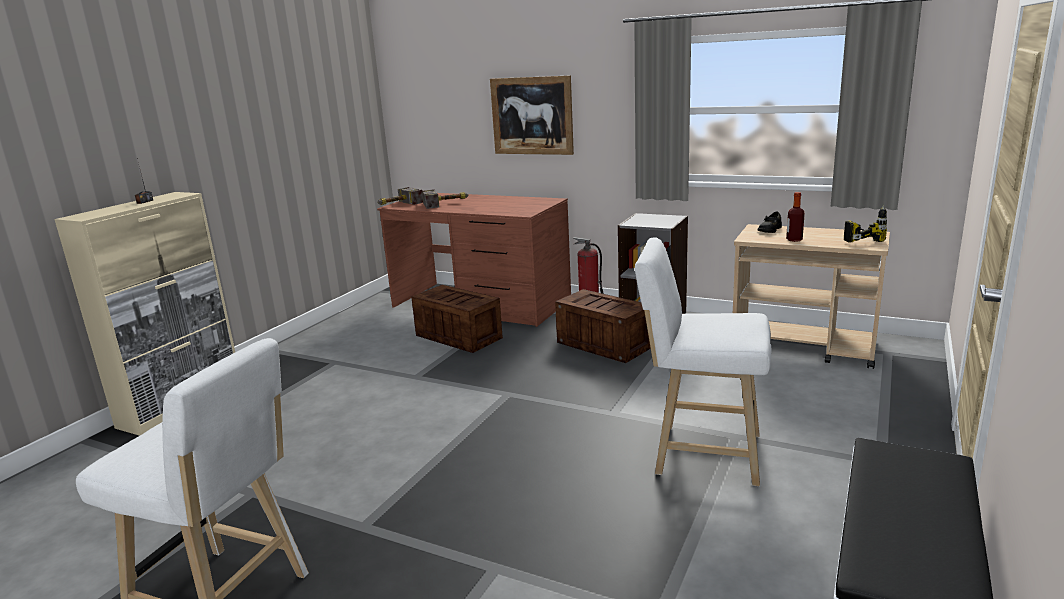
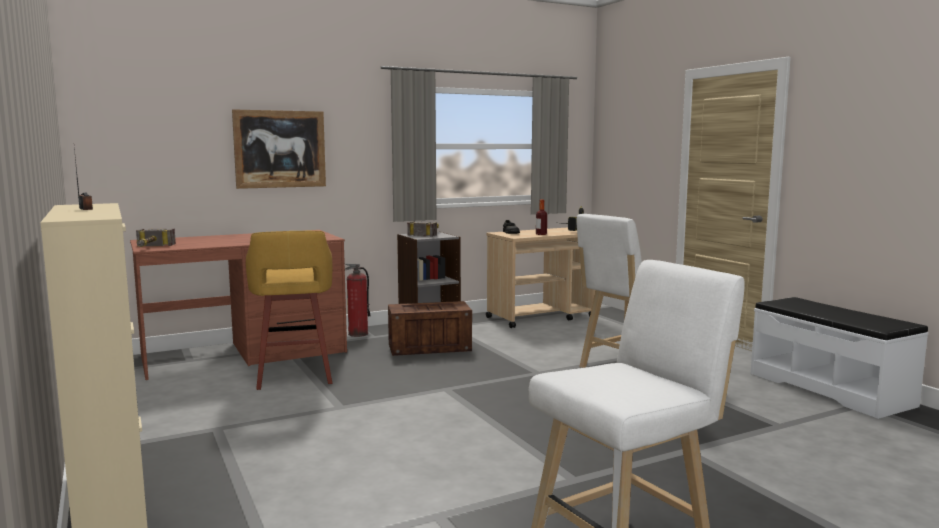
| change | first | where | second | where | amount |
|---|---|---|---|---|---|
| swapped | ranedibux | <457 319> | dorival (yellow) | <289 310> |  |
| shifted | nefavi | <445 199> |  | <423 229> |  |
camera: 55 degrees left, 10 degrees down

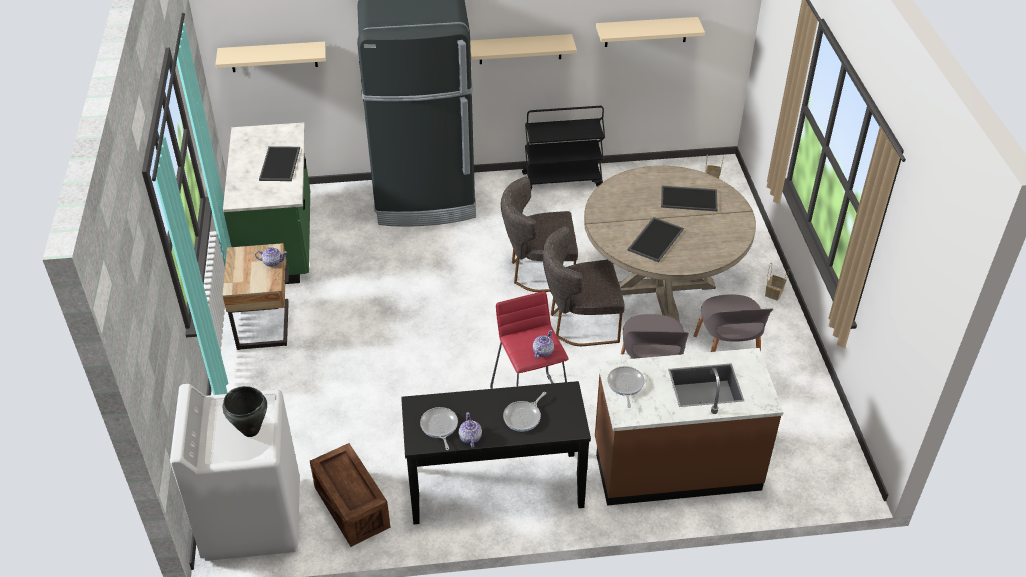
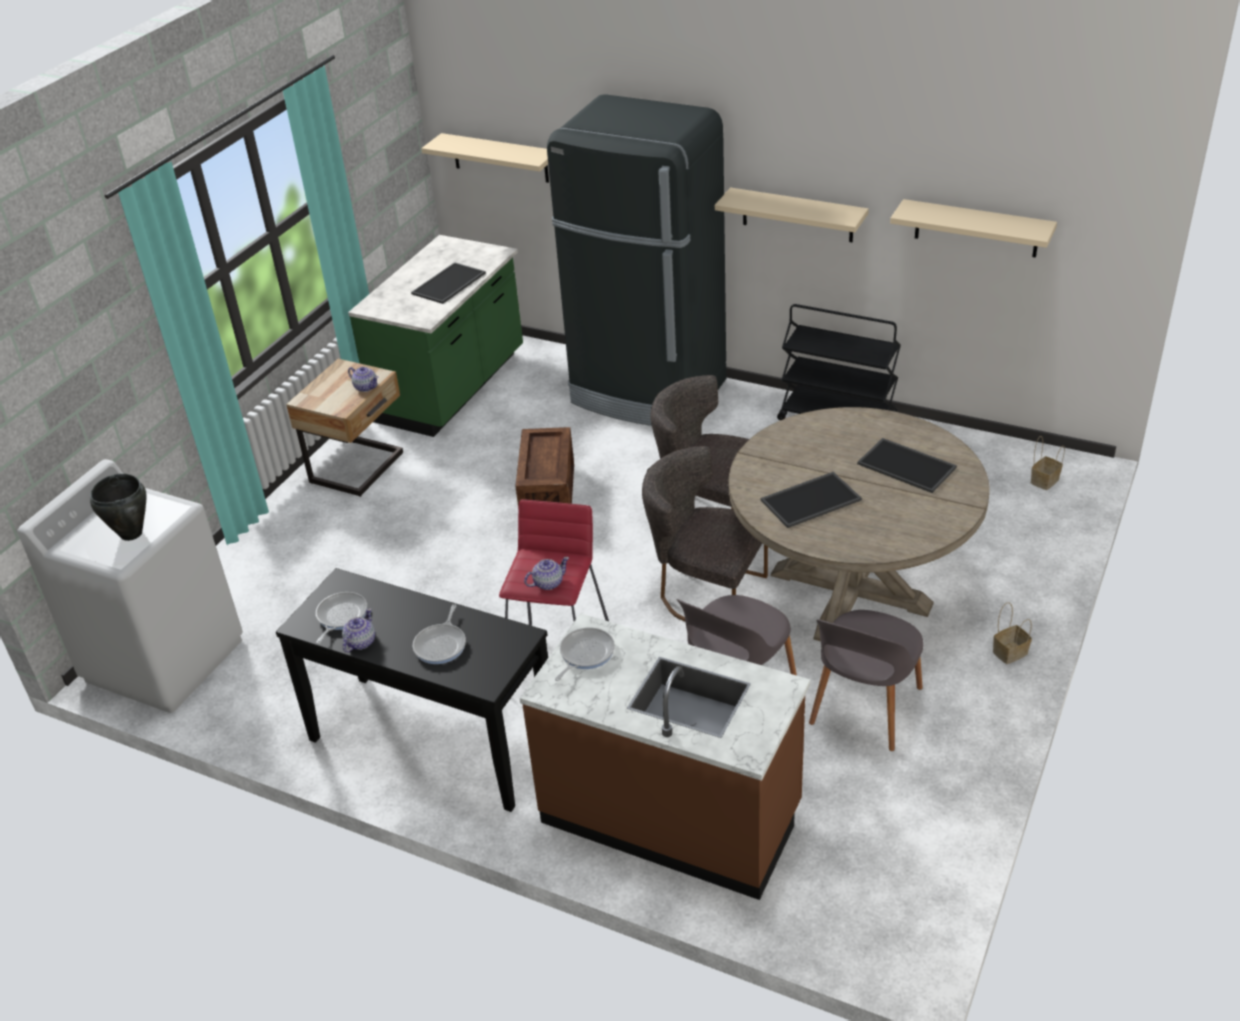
| change | first | where | second | where | amount |
|---|---|---|---|---|---|
| rotated | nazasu | <524 412> |  | <439 634> | 60 degrees counterclockwise |
| shifted | ranedibux | <350 495> |  | <544 468> |  |
camera: 35 degrees right, 5 degrees down

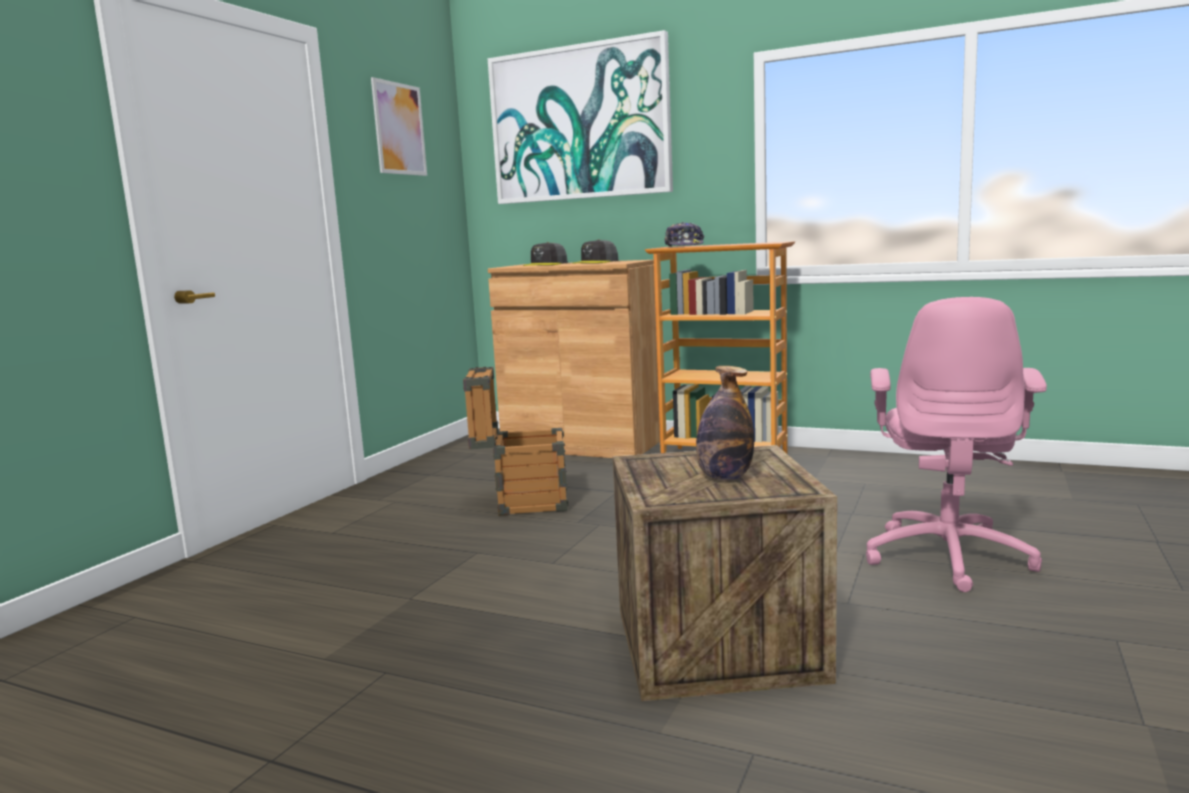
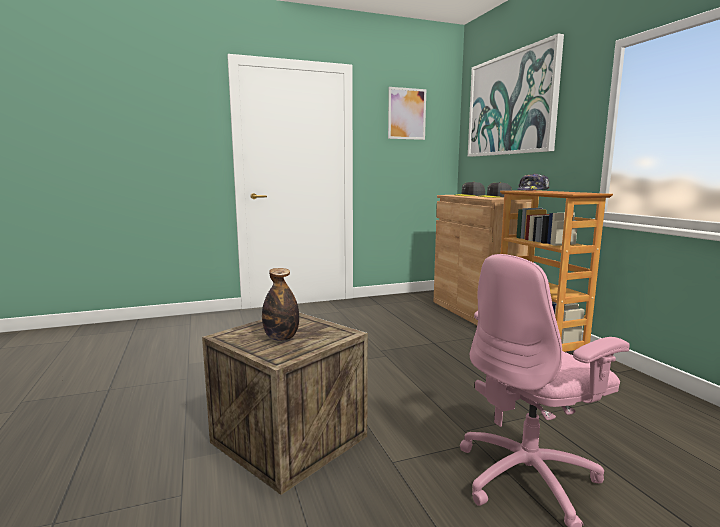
| change | first | where | second | where | amount |
|---|---|---|---|---|---|
| gone | ranedibux | <515 441> |  |  |  |
camera: 45 degrees right, 0 degrees up

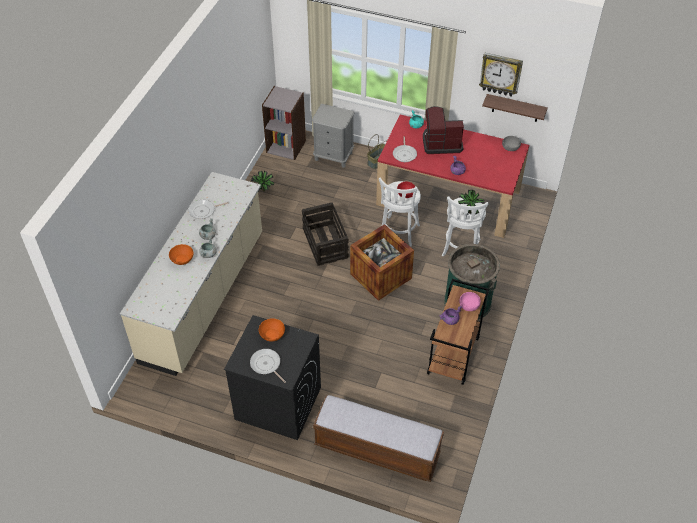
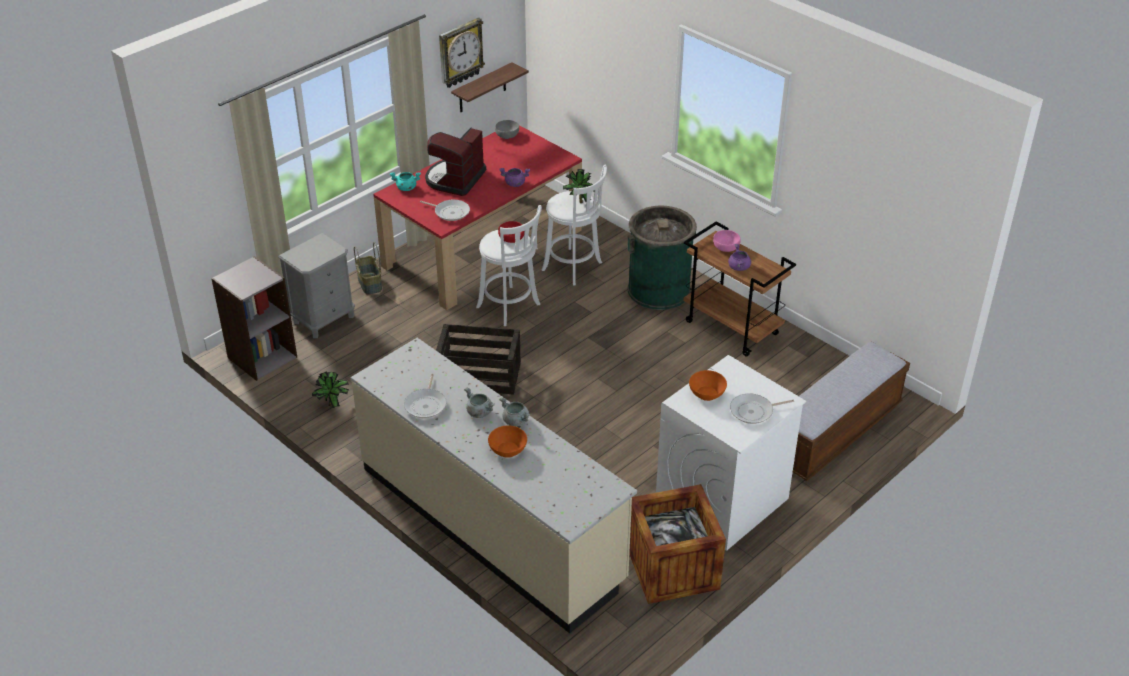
| change | first | where | second | where | amount |
|---|---|---|---|---|---|
| shifted | ranedibux | <382 262> |  | <677 544> |  |
| repainted | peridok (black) | <272 377> | peridok (white) | <731 453> |  |
camera: 65 degrees left, 10 degrees down

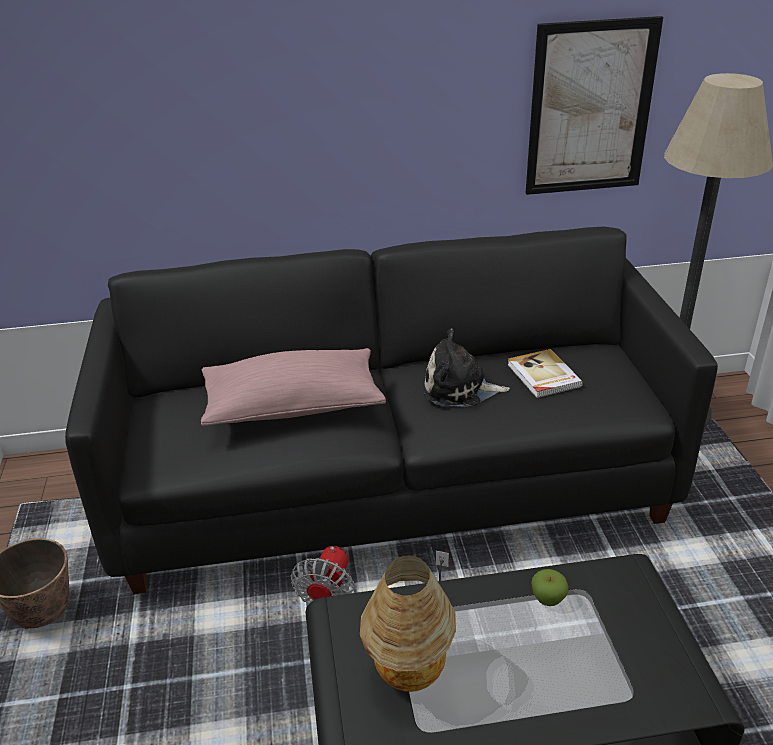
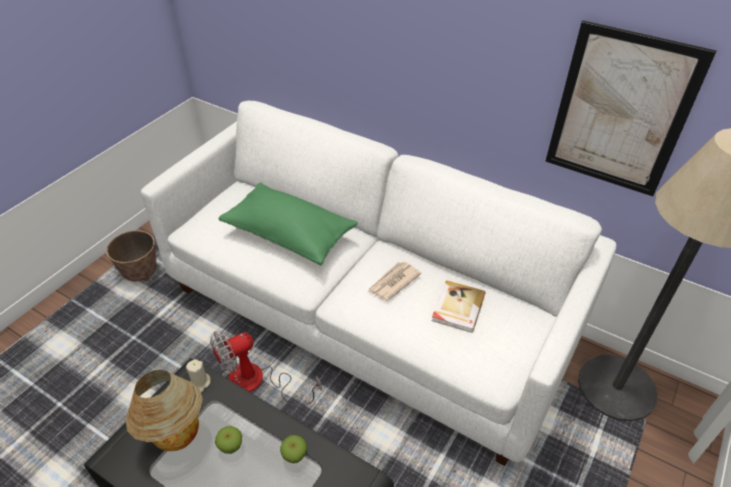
| change | first | where | second | where | amount |
|---|---|---|---|---|---|
| repainted | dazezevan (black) | <391 410> | dazezevan (white) | <379 283> |  |
| new |  |  | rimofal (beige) | <198 375> |  |
| new |  |  | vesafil | <228 440> |  |
| repainted | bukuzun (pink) | <293 387> | bukuzun (green) | <288 224> |  |
| swapped | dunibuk | <467 367> | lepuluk | <394 281> |  |
camera: 40 degrees right, 10 degrees up

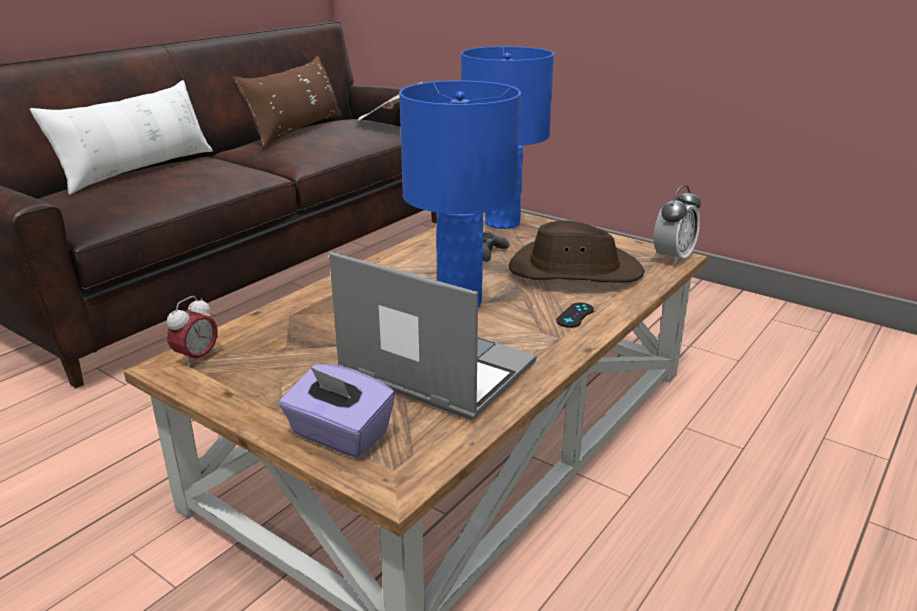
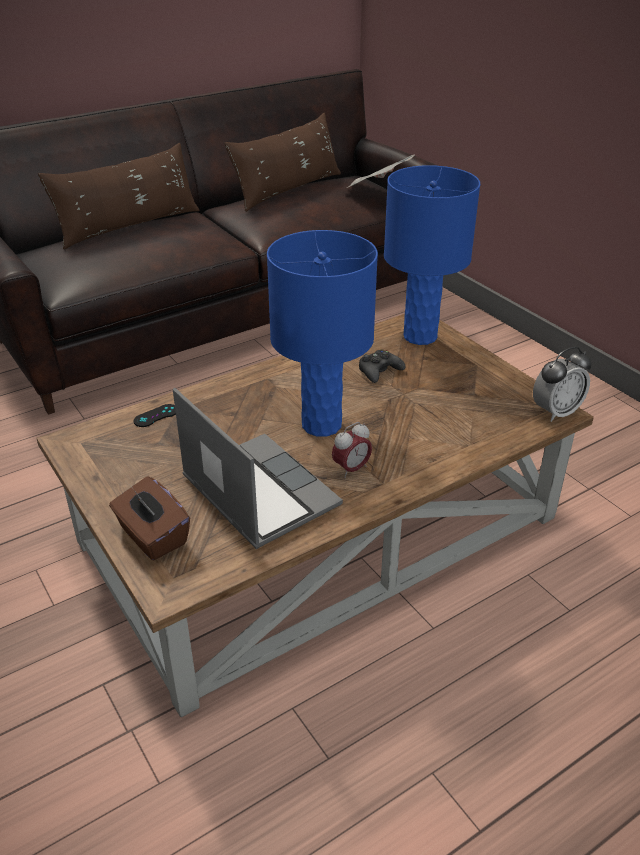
| change | first | where | second | where | amount |
|---|---|---|---|---|---|
| repainted | bukuzun (white) | <121 137> | bukuzun (brown) | <119 196> |  |
| repainted | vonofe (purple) | <337 411> | vonofe (brown) | <149 518> |  |
| shifted | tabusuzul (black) | <575 315> |  | <155 415> |  |
| shifted | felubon | <192 332> |  | <352 450> |  |
| gone | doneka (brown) | <577 251> |  |  |  |
camera: 20 degrees right, 10 degrees up

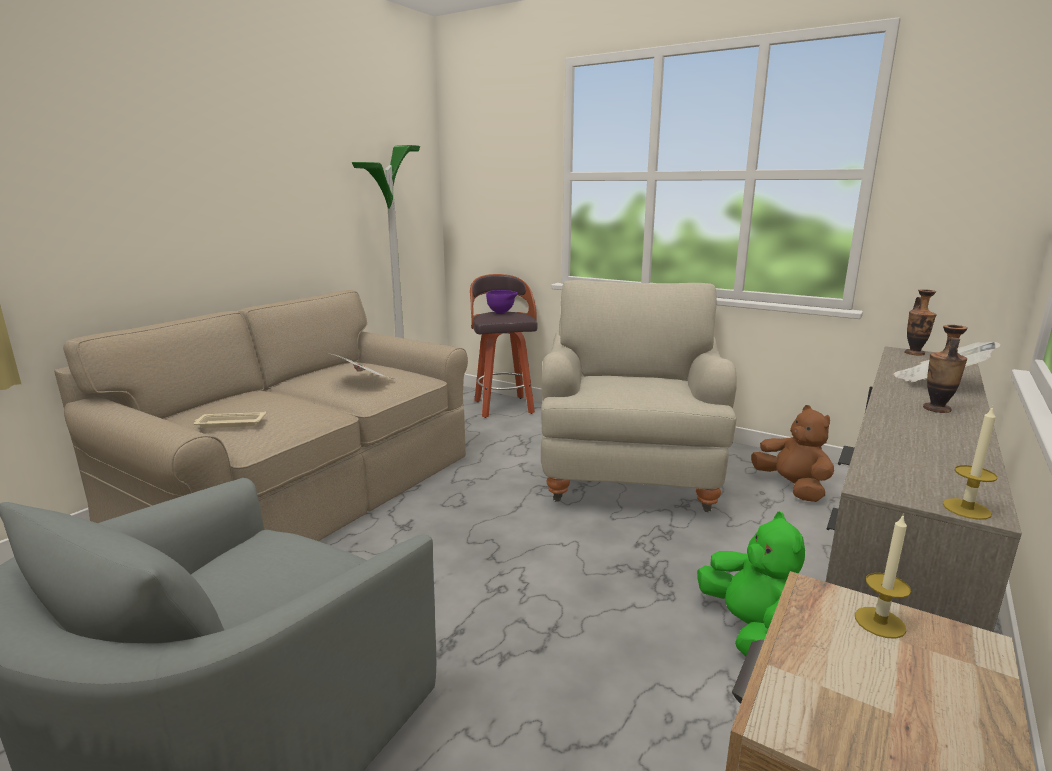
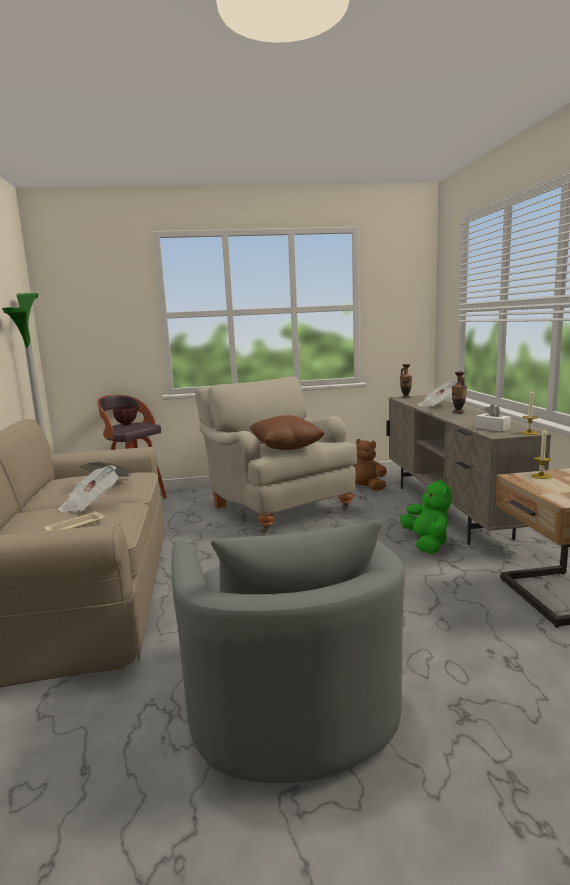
| change | first | where | second | where | amount |
|---|---|---|---|---|---|
| new |  |  | lepuluk | <88 488> |  |
| repainted | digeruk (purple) | <502 302> | digeruk (brown) | <126 415> |  |
| new |  |  | bukuzun (brown) | <287 432> |  |
| rotated | dunibuk (green) | <751 583> |  | <426 516> | 45 degrees clockwise |
| new |  |  | vonofe (white) | <493 418> |  |
camera: 40 degrees left, 5 degrees down

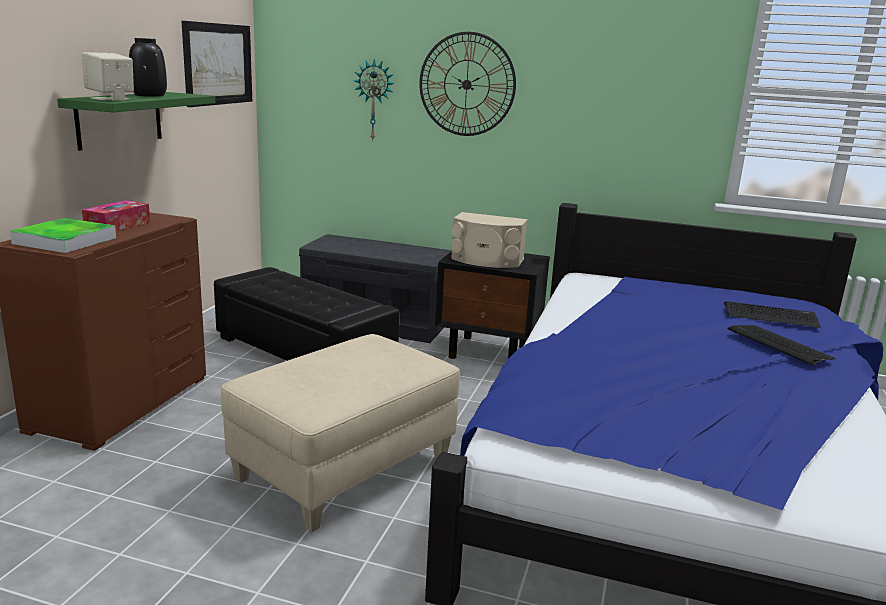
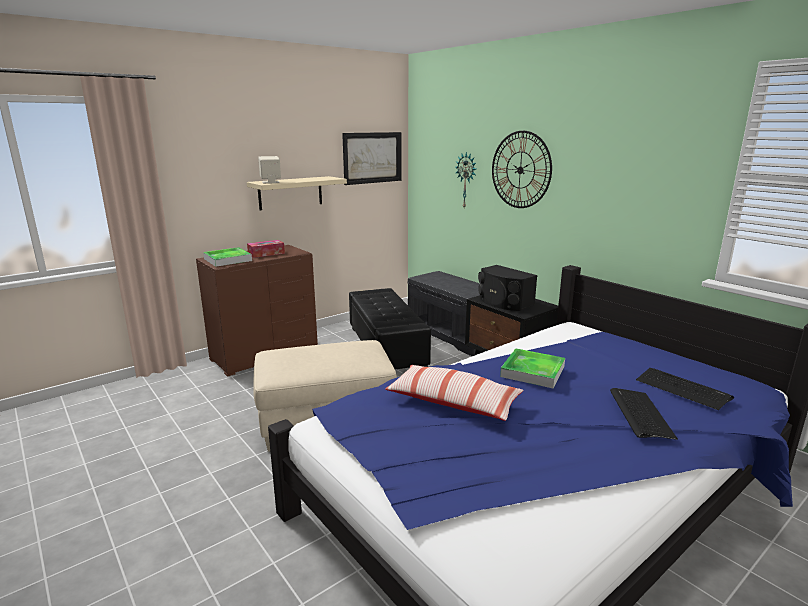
| change | first | where | second | where | amount |
|---|---|---|---|---|---|
| repainted | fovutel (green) | <136 121> | fovutel (beige) | <297 193> |  |
| new |  |  | bukuzun | <454 393> |  |
| repainted | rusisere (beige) | <489 240> | rusisere (black) | <507 288> |  |
| new |  |  | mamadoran | <532 368> |  |
| gone | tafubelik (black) | <148 67> |  |  |  |
camera: 35 degrees right, 0 degrees up

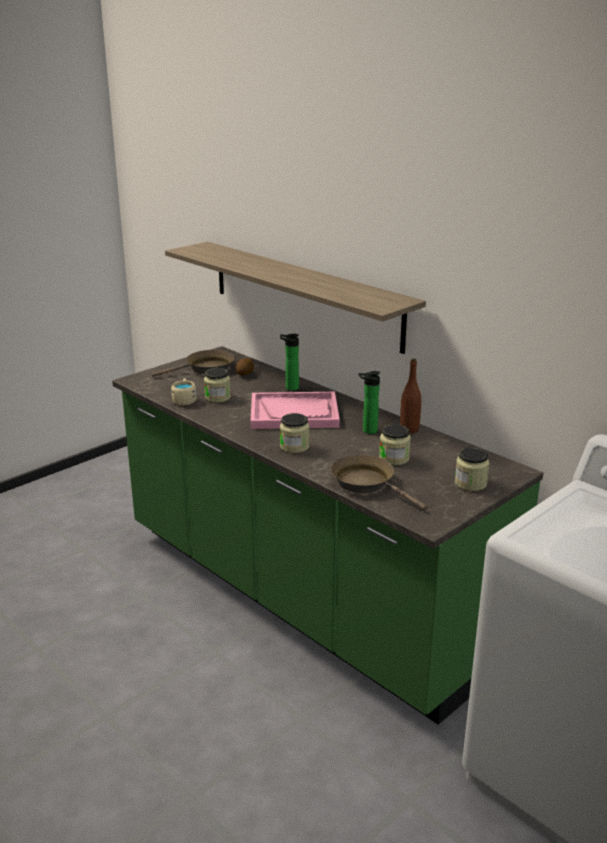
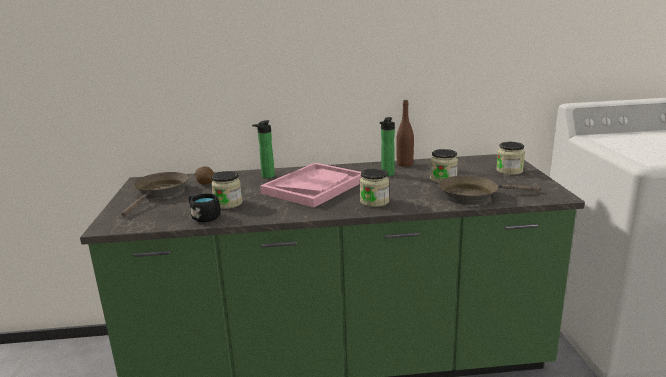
| change | first | where | second | where | amount |
|---|---|---|---|---|---|
| repainted | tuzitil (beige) | <184 392> | tuzitil (black) | <204 207> |  |
| gone | fovutel | <295 298> |  |  |  |
camera: 50 degrees left, 5 degrees down

